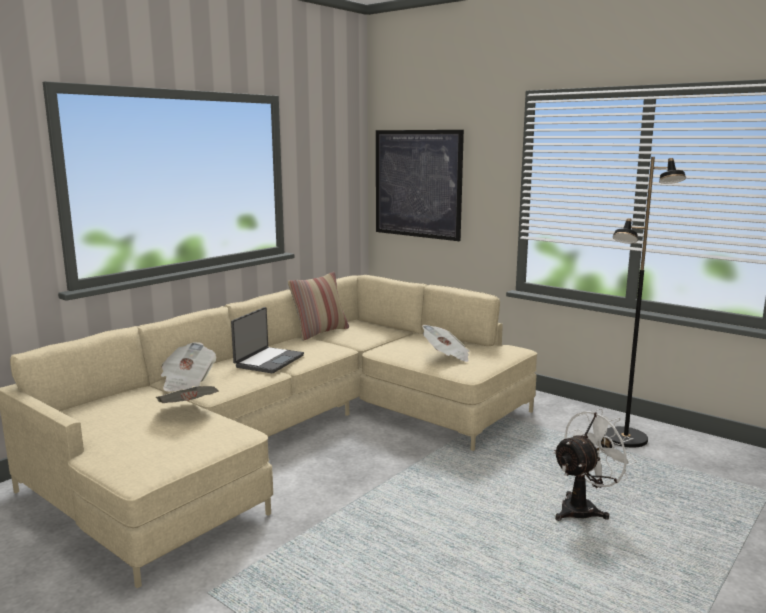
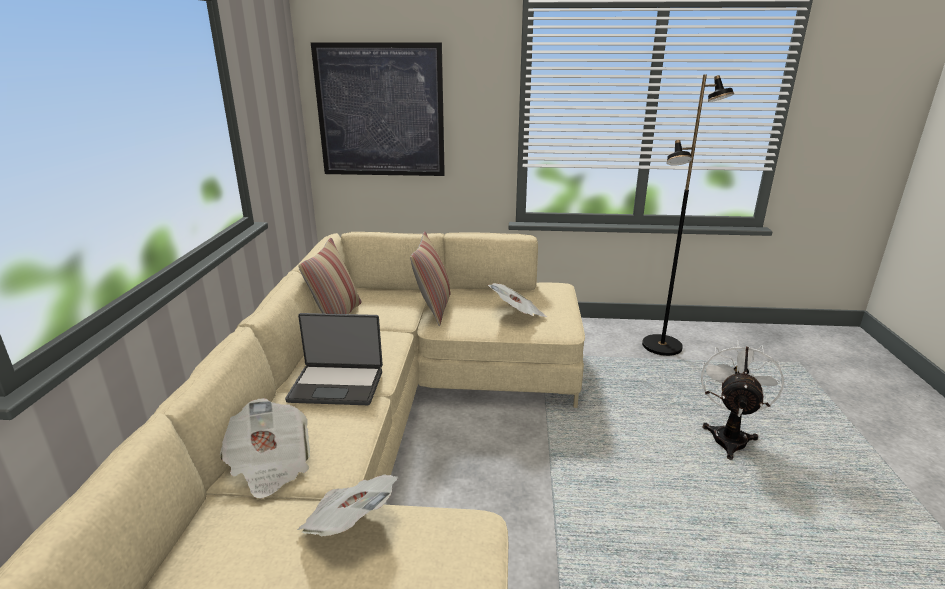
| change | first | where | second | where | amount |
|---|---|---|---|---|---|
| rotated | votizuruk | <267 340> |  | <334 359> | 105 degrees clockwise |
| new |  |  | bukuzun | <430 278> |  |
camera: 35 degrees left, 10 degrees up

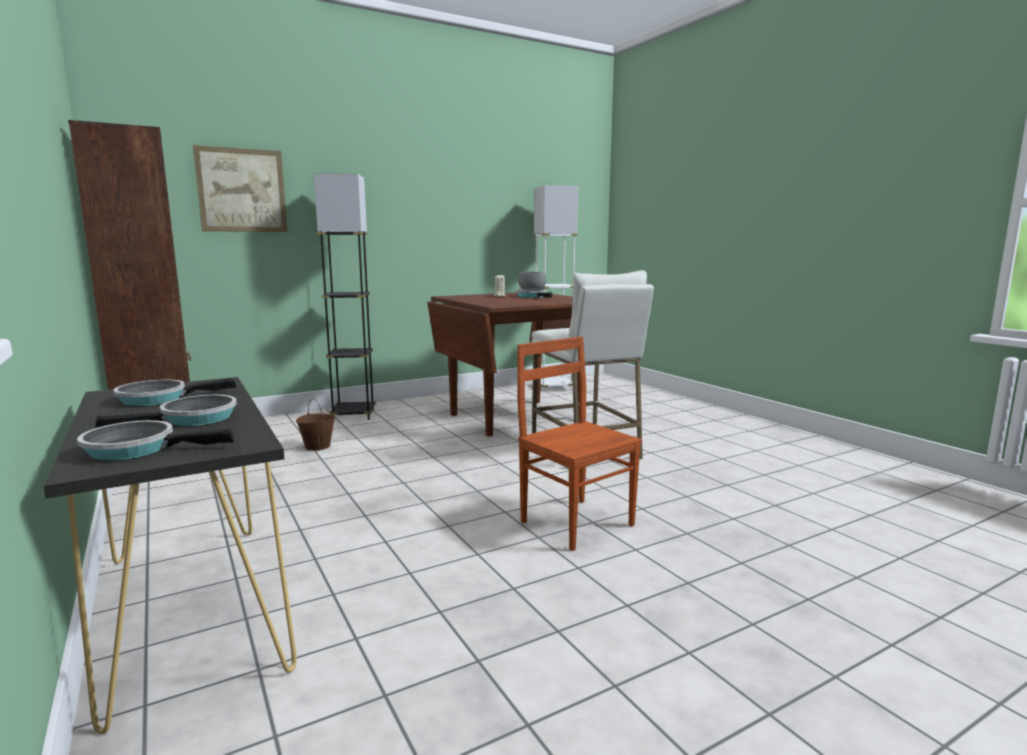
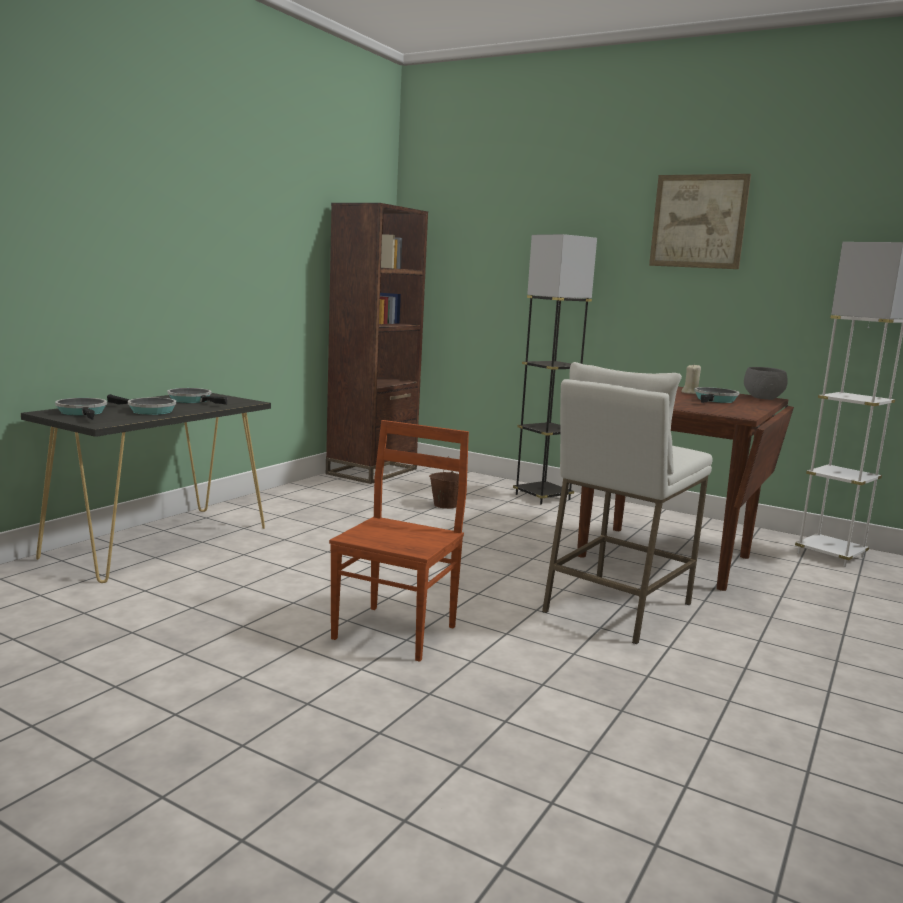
| change | first | where | second | where | amount |
|---|---|---|---|---|---|
| shifted | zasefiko | <240 188> |  | <700 221> |  |
camera: 60 degrees right, 0 degrees up

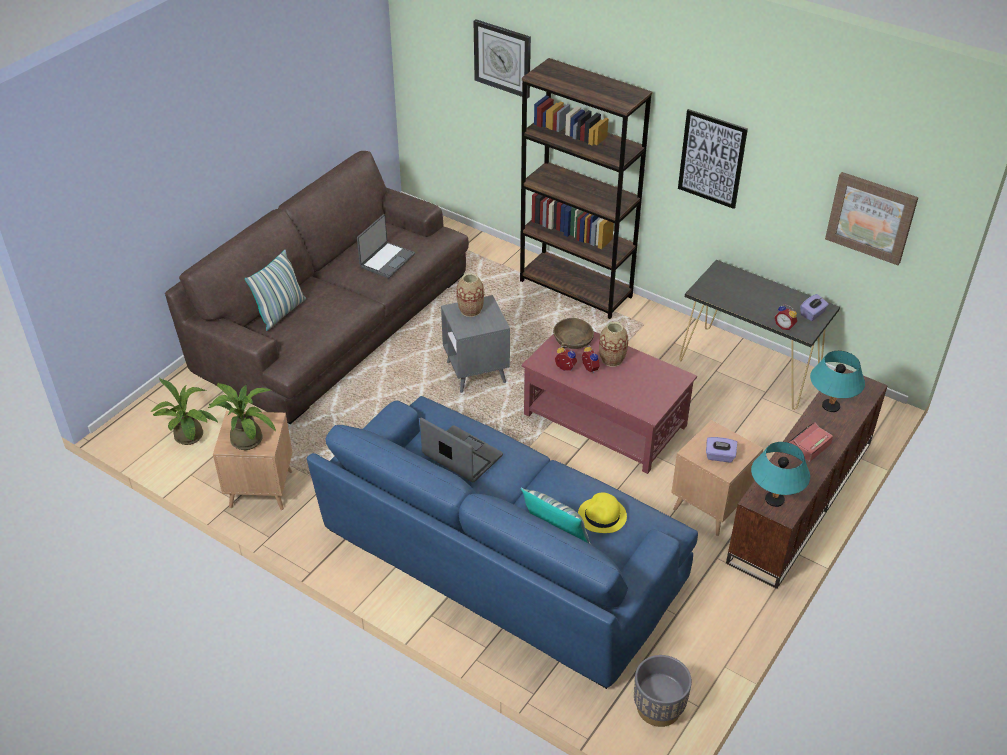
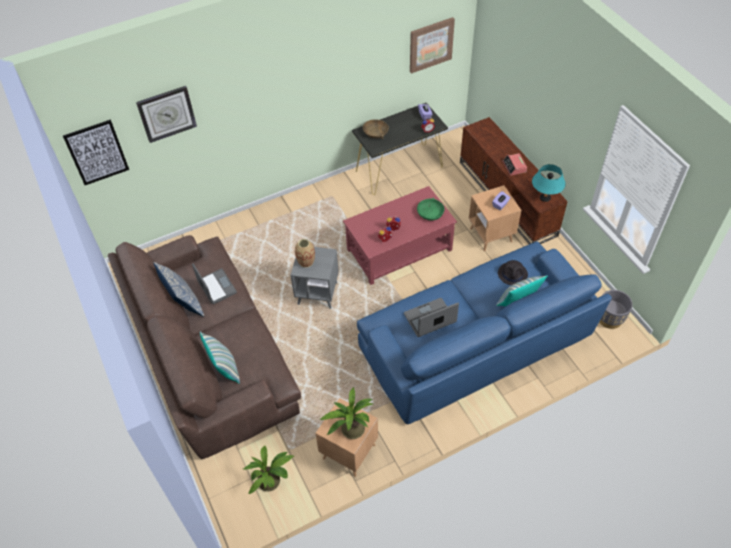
| change | first | where | second | where | amount |
|---|---|---|---|---|---|
| shifted | zasefiko | <713 159> |  | <96 152> |  |
| new |  |  | bukuzun | <178 289> |  |
| shifted | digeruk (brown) | <573 333> |  | <376 129> |  |
| new |  |  | digeruk (green) | <430 209> |  |
| repainted | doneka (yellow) | <602 513> | doneka (black) | <513 272> |  |
| gone | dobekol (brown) | <586 188> |  |  |  |
| gone | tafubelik | <613 344> |  |  |  |
| gone | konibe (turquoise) | <837 381> |  |  |  |
camera: 60 degrees left, 10 degrees up

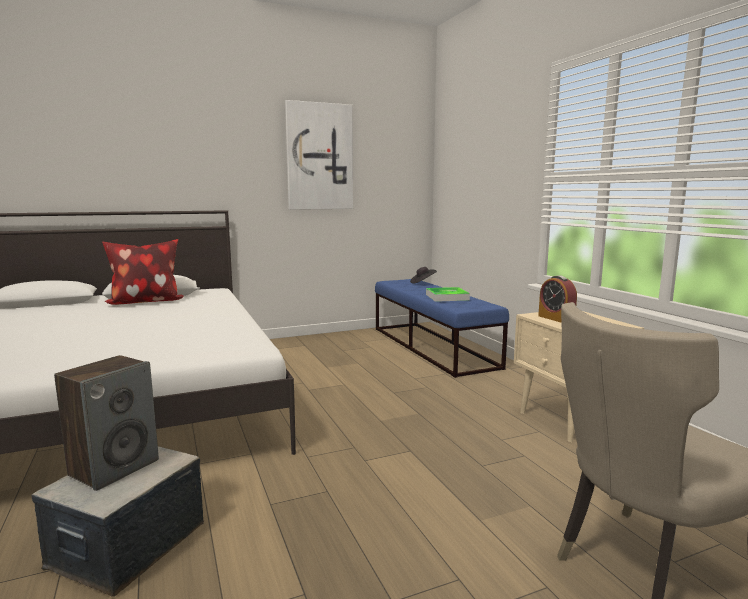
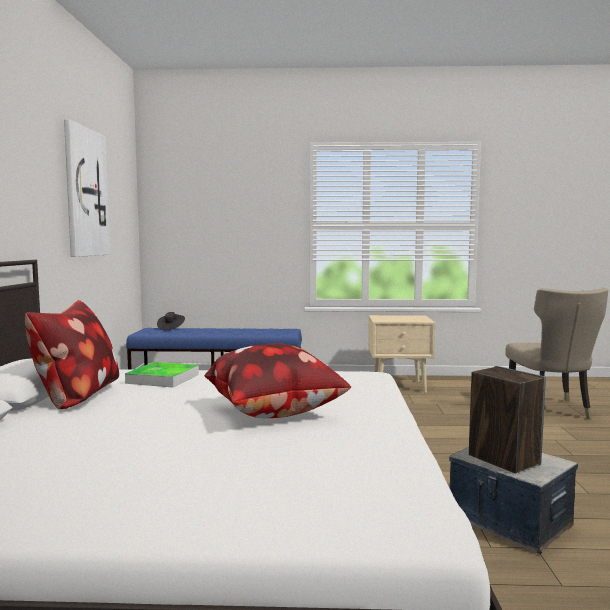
| change | first | where | second | where | amount |
|---|---|---|---|---|---|
| shifted | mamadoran | <448 294> |  | <162 375> |  |
| new |  |  | bukuzun | <277 381> |  |
| gone | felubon | <557 299> |  |  |  |
camera: 65 degrees left, 5 degrees down

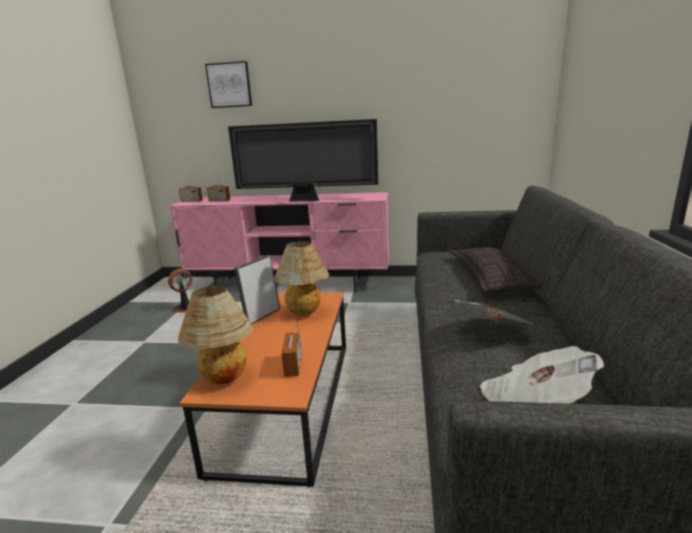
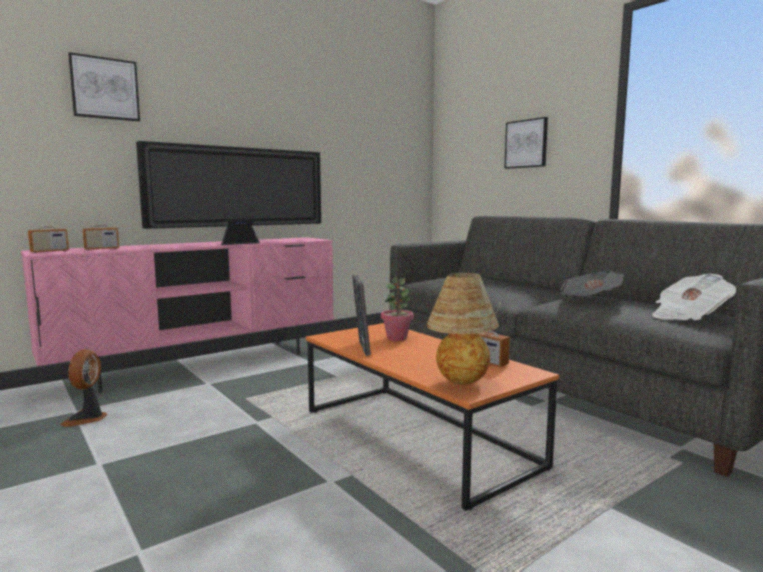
| change | first | where | second | where | amount |
|---|---|---|---|---|---|
| swapped | konibe | <301 278> | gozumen | <397 309> |  |
| new |  |  | zasefiko | <526 143> |  |
| gone | bukuzun | <495 269> |  |  |  |
camera: 45 degrees left, 10 degrees down

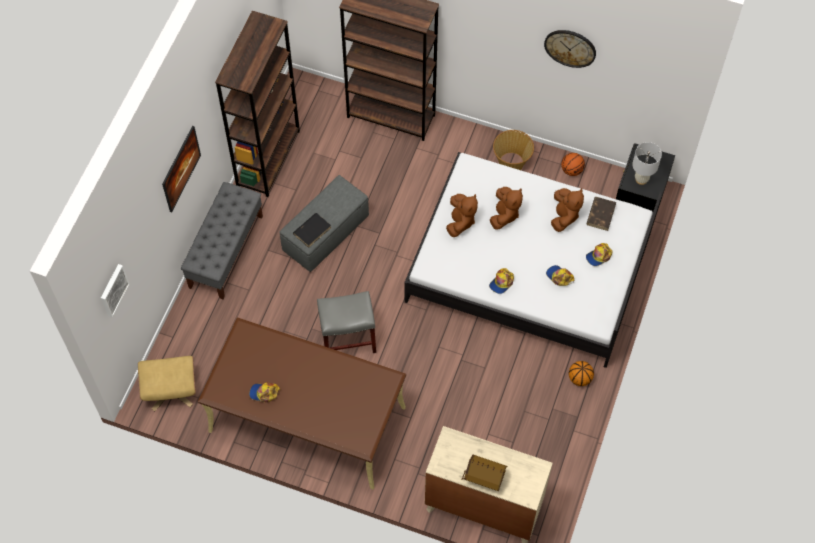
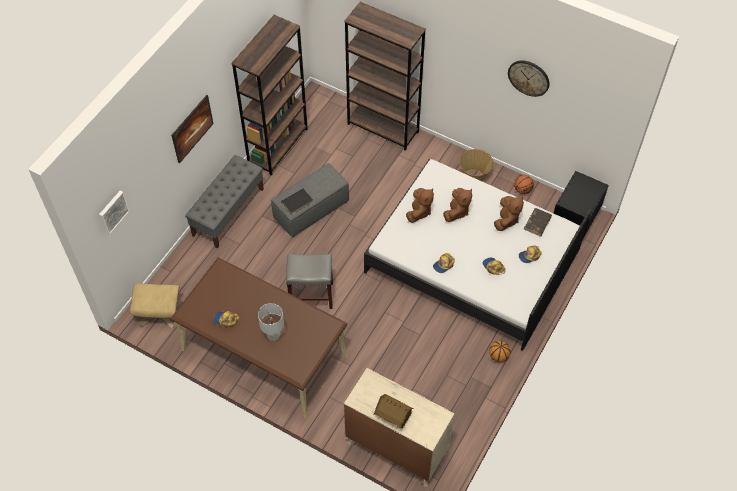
| change | first | where | second | where | amount |
|---|---|---|---|---|---|
| shifted | konibe (white) | <647 163> |  | <271 322> |  |
camera: 10 degrees right, 5 degrees down

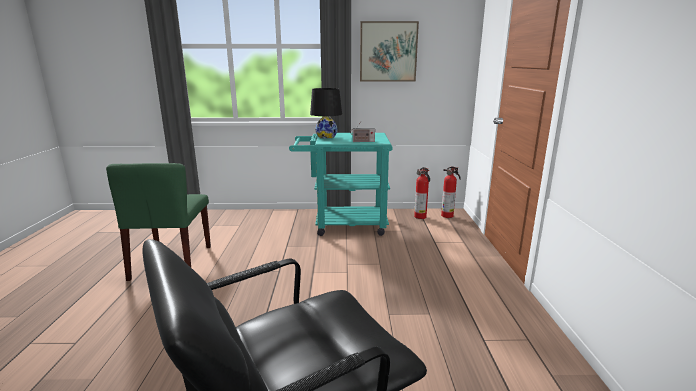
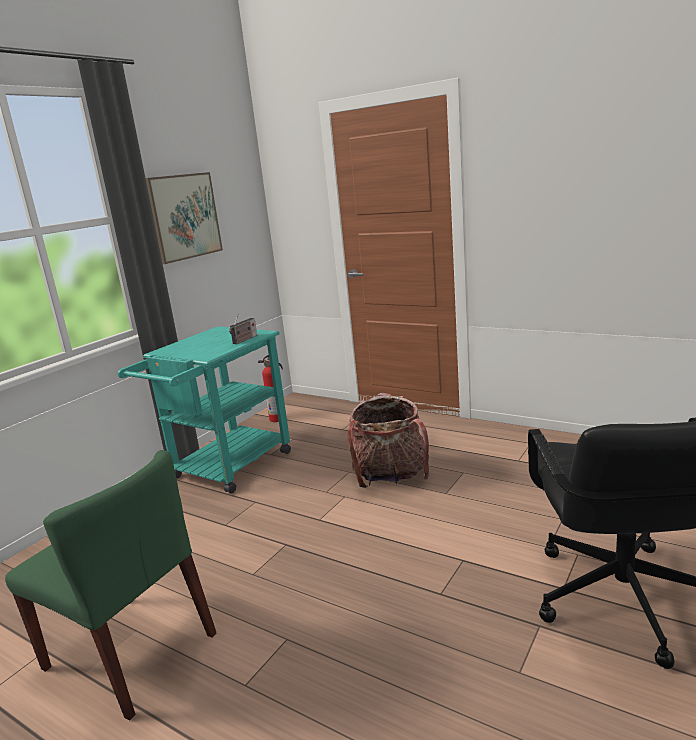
| change | first | where | second | where | amount |
|---|---|---|---|---|---|
| new |  |  | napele | <388 440> |  |
| gone | konibe (black) | <326 113> |  |  |  |
| gone | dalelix | <451 192> |  |  |  |
camera: 55 degrees left, 0 degrees up

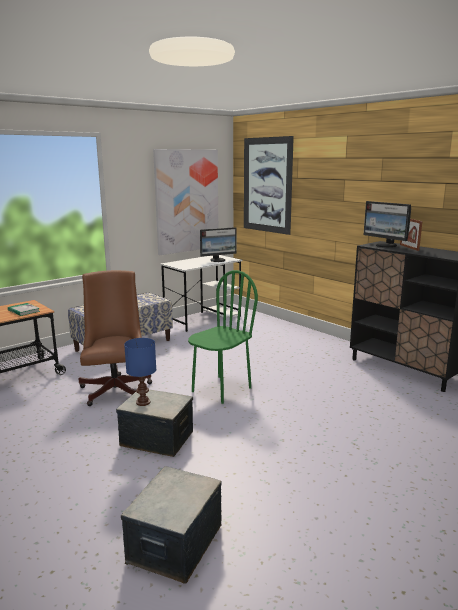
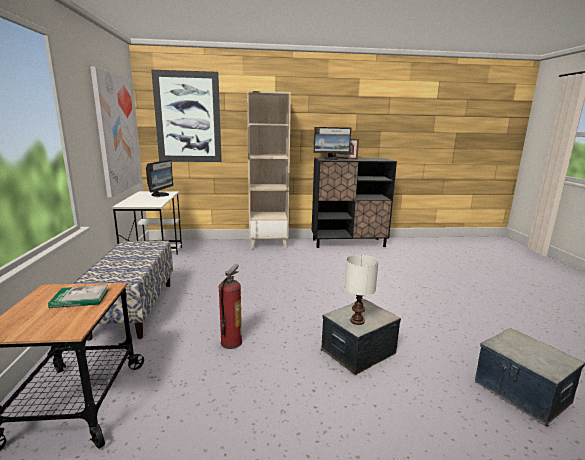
| change | first | where | second | where | amount |
|---|---|---|---|---|---|
| swapped | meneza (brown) | <115 338> | dalelix | <230 306> |  |
| new |  |  | dobekol (beige) | <269 170> |  |
| repainted | konibe (blue) | <140 372> | konibe (white) | <362 290> |  |
| gone | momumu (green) | <223 337> |  |  |  |
camera: 55 degrees left, 0 degrees up

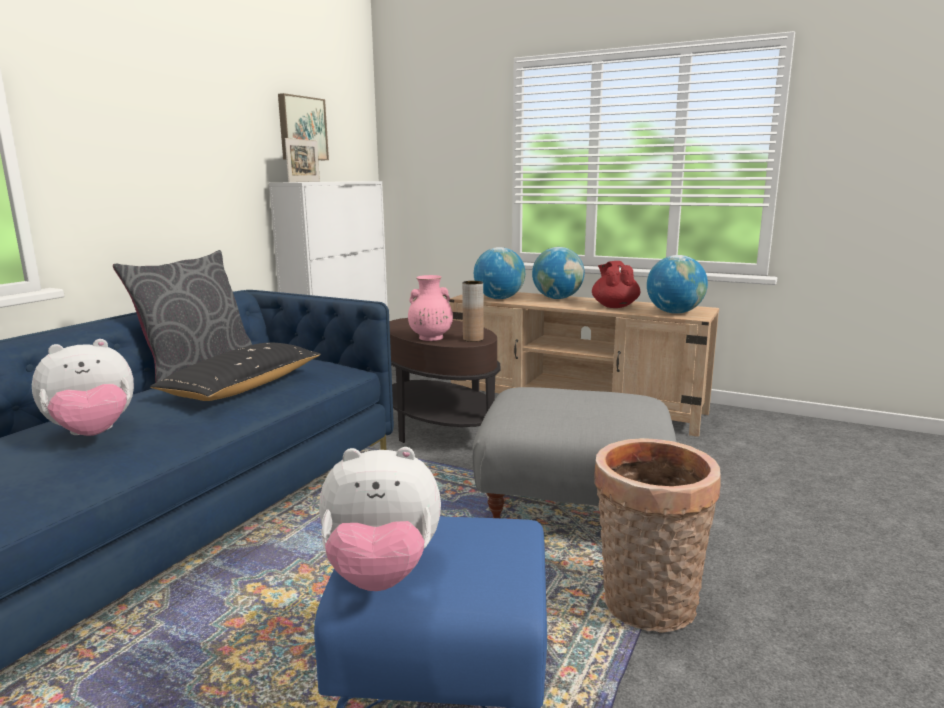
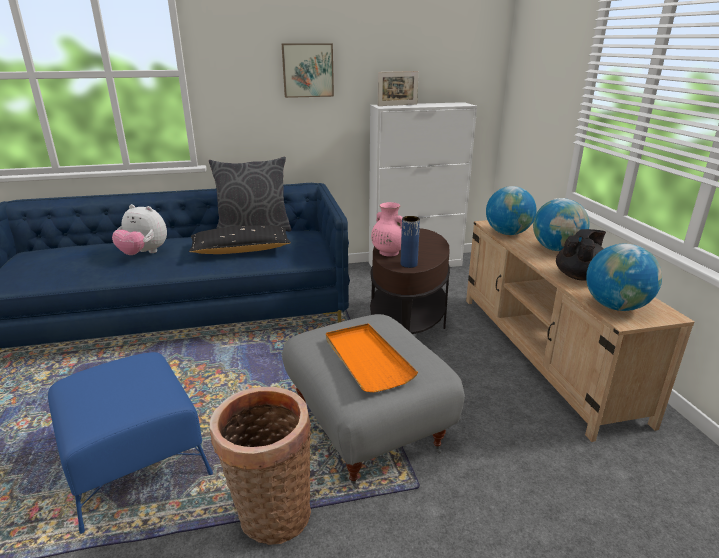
| change | first | where | second | where | amount |
|---|---|---|---|---|---|
| shifted | zasefiko | <303 126> |  | <308 70> |  |
| new |  |  | mamadoran (orange) | <372 357> |  |
| repainted | tafubelik (brown) | <473 311> | tafubelik (blue) | <410 242> |  |
| repainted | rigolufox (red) | <616 284> | rigolufox (black) | <581 255> |  |
| gone | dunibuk | <380 519> |  |  |  |
camera: 50 degrees right, 10 degrees up

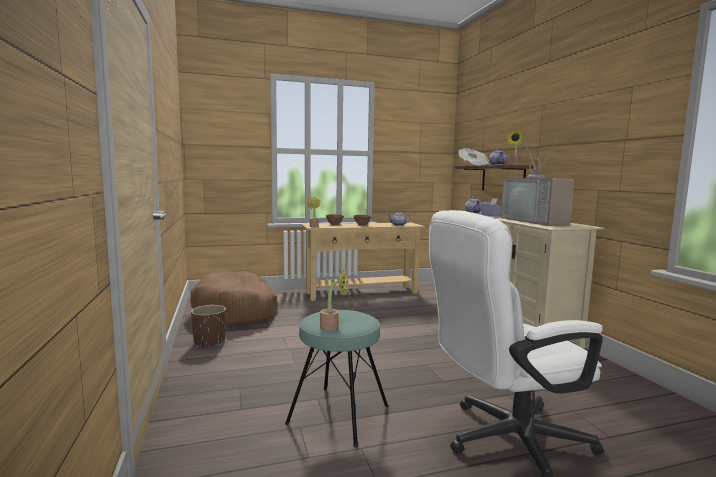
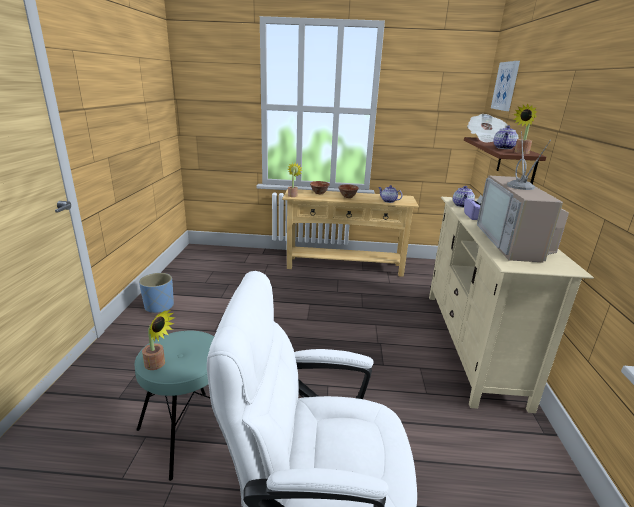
| change | first | where | second | where | amount |
|---|---|---|---|---|---|
| repainted | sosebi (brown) | <208 326> | sosebi (blue) | <156 293> |  |
| new |  |  | zasefiko | <505 86> |  |
| gone | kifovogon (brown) | <234 298> |  |  |  |
camera: 20 degrees right, 15 degrees up

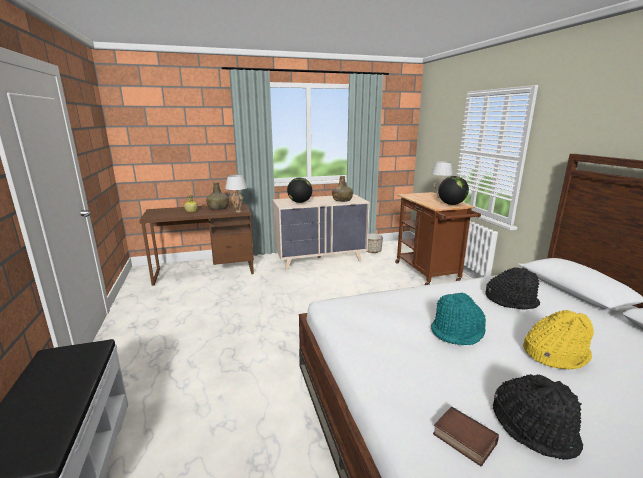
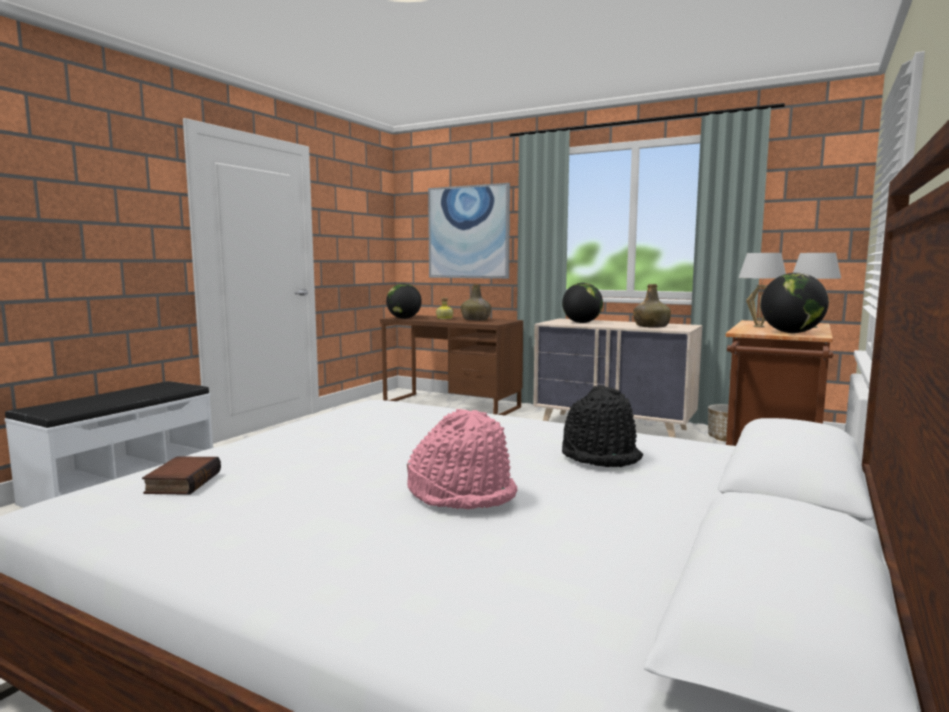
| change | first | where | second | where | amount |
|---|---|---|---|---|---|
| new |  |  | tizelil | <404 301> |  |
| repainted | doneka (yellow) | <558 340> | doneka (pink) | <462 459> |  |
| new |  |  | zasefiko | <469 231> |  |
| shifted | konibe (white) | <236 193> |  | <762 290> |  |
| gone | doneka (turquoise) | <458 319> |  |  |  |
| gone | doneka (black) | <538 417> |  |  |  |
camera: 45 degrees right, 10 degrees down

